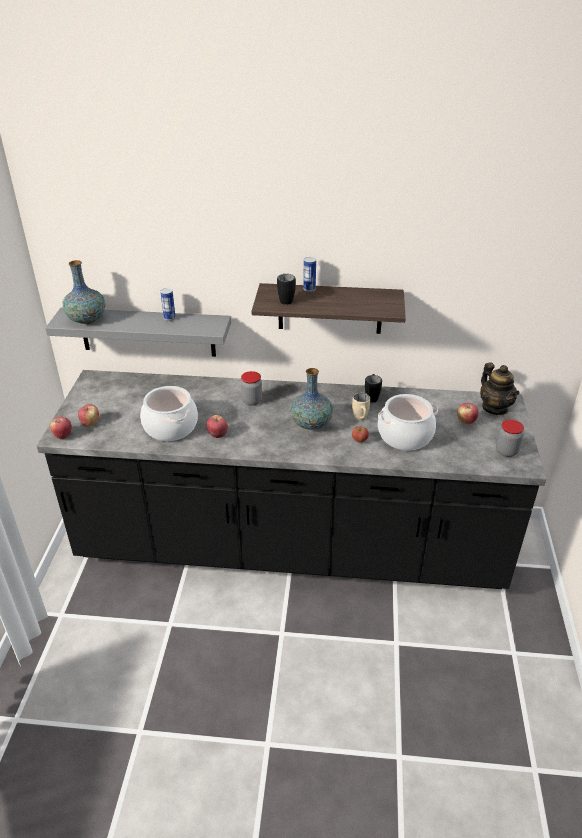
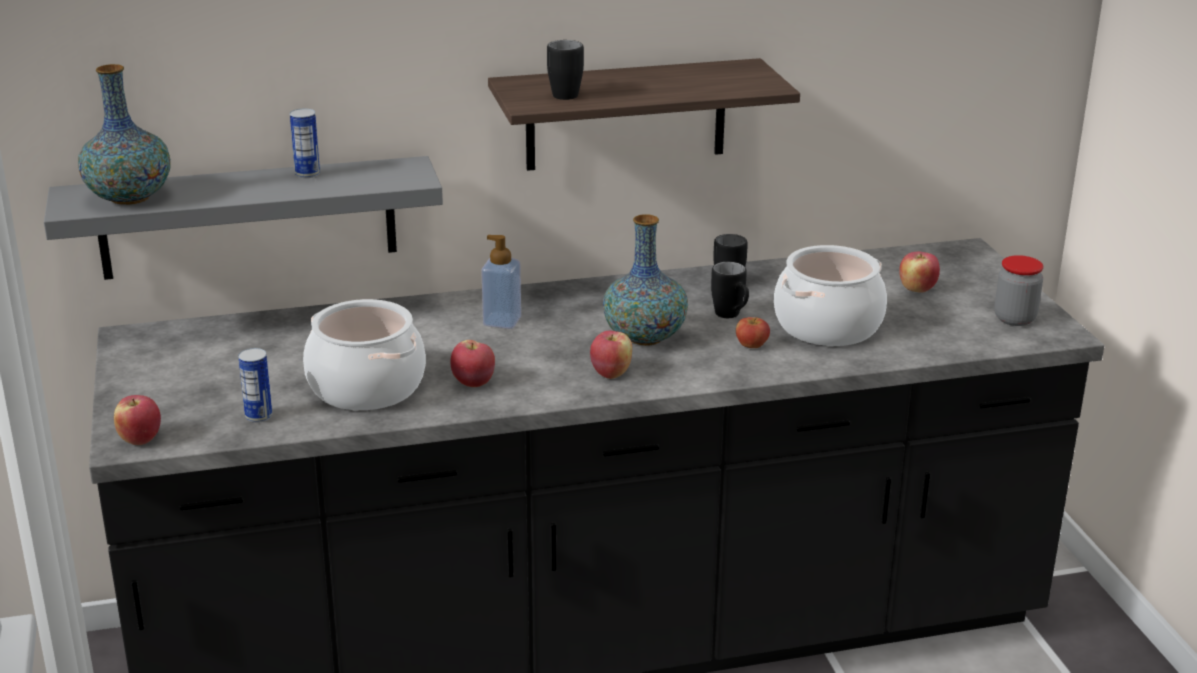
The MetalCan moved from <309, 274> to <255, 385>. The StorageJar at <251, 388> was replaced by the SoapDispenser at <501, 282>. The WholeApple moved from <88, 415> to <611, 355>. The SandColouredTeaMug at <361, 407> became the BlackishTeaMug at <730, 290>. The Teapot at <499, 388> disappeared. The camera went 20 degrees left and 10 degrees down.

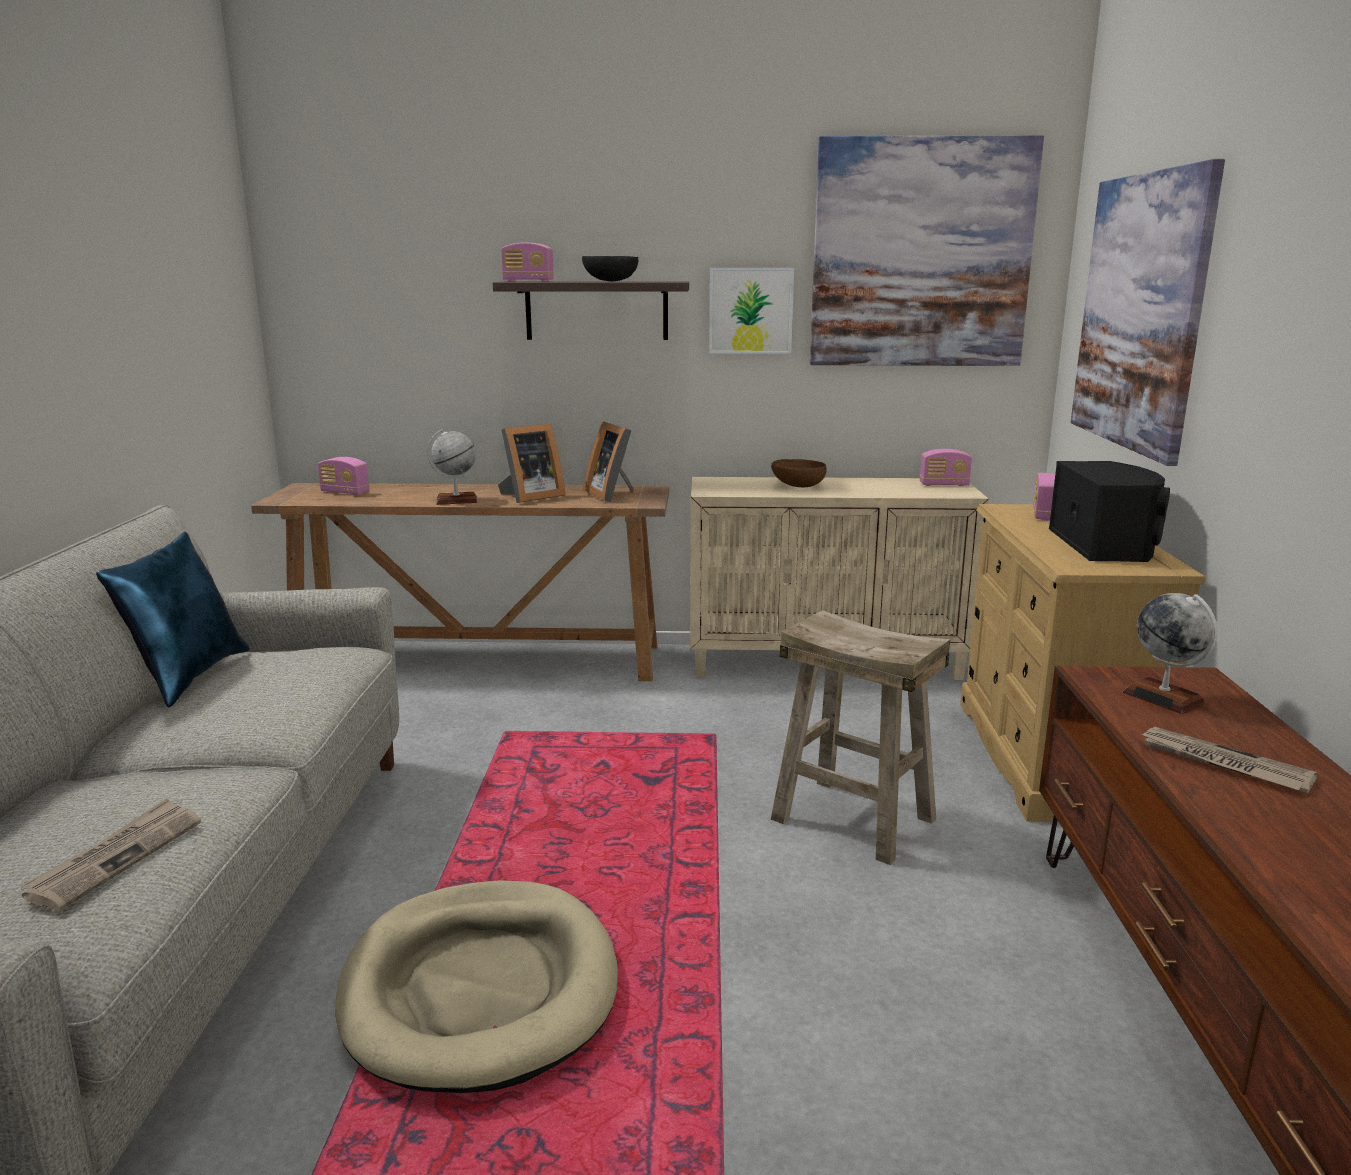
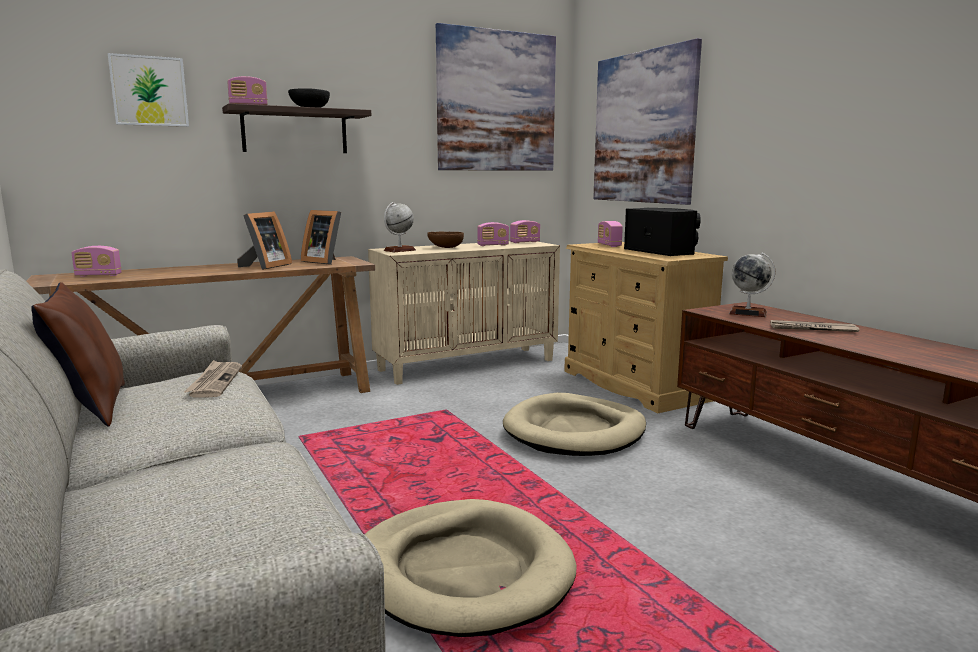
The BluePillow at <173, 619> became the BrownPillow at <78, 354>. The WallPicture moved from <751, 311> to <148, 90>. The DailyPaper moved from <111, 855> to <213, 378>. The DeskGlobe moved from <452, 467> to <400, 227>. The Radio at <493, 234> appeared. The SandColouredStoolSeat at <860, 737> was replaced by the SandColouredPetBed at <574, 424>. The camera went 30 degrees left and 5 degrees down.

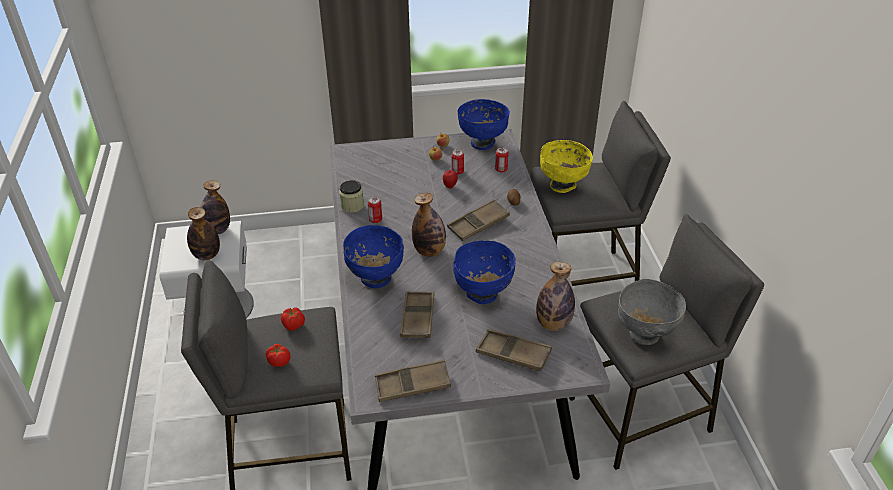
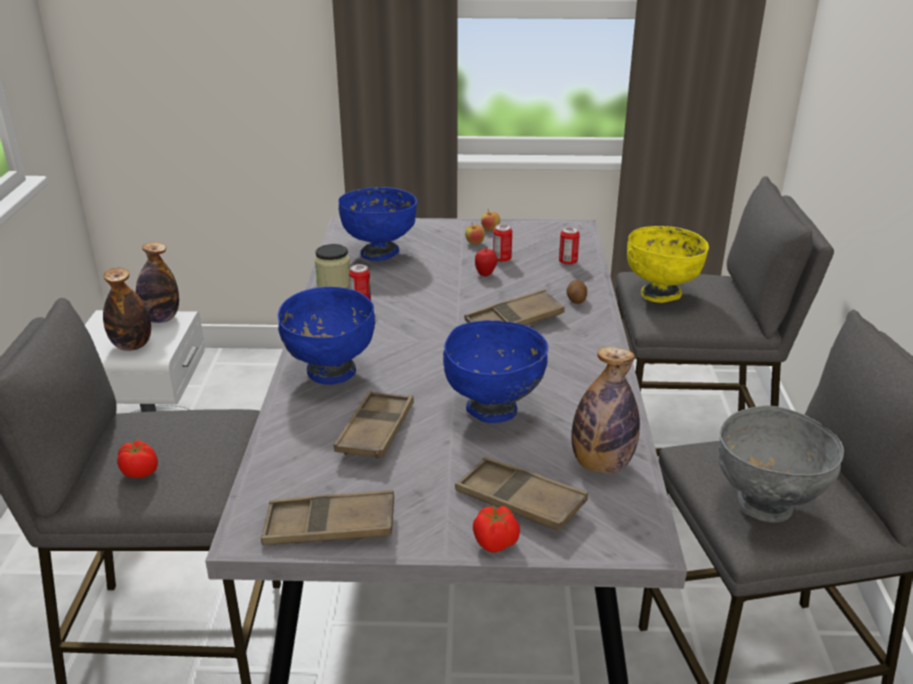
The BlueDeepDish moved from <483, 124> to <377, 224>. The WholeTomato moved from <293, 319> to <496, 528>. The DrinkBottle at <429, 225> disappeared. The camera went 10 degrees right and 10 degrees down.

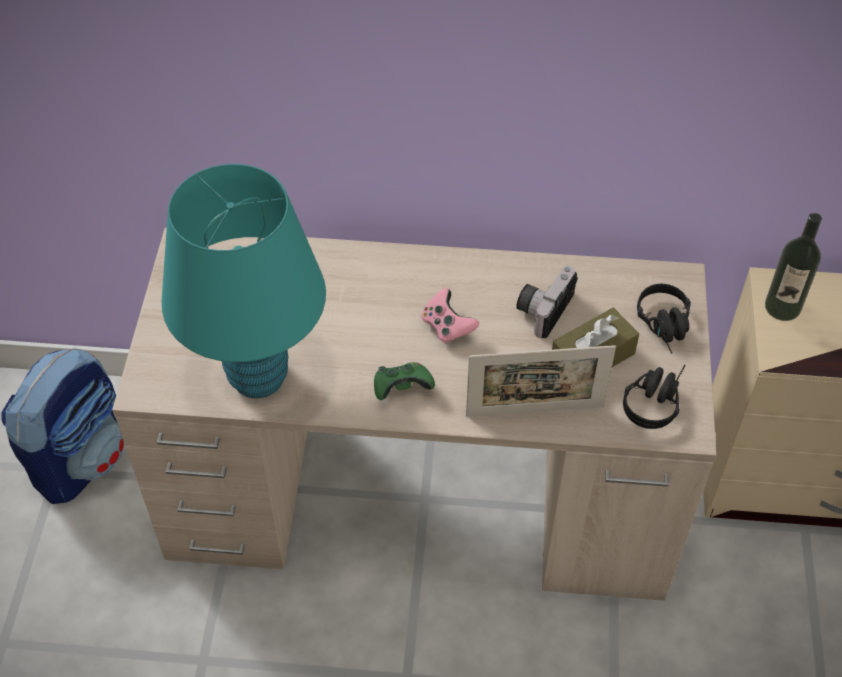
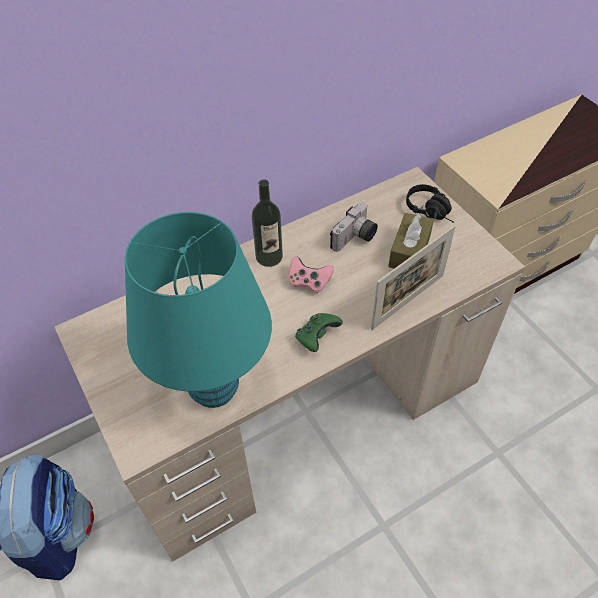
The DrinkBottle moved from <793, 267> to <267, 223>. The StillCamera at <547, 302> turned 135 degrees counterclockwise. The BlackishPairOfHeadphones at <654, 397> disappeared. The camera went 35 degrees left and 0 degrees up.

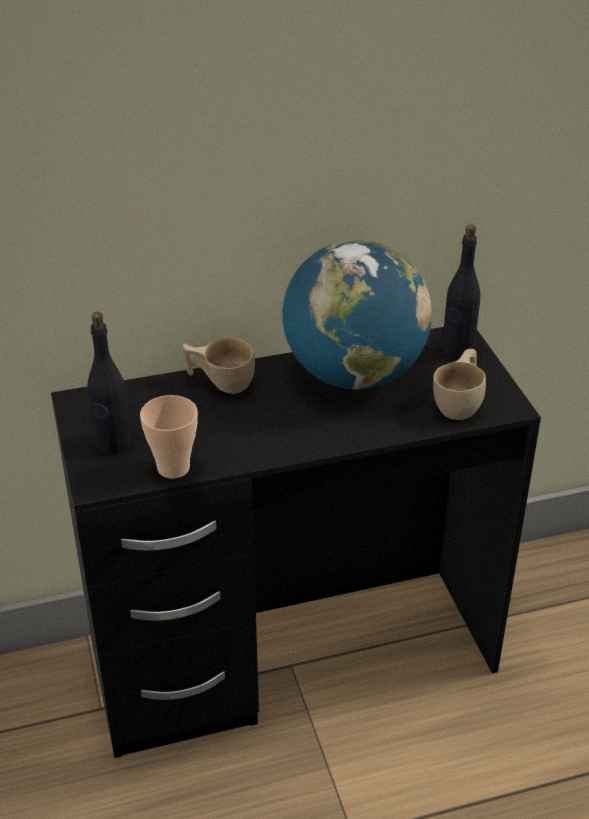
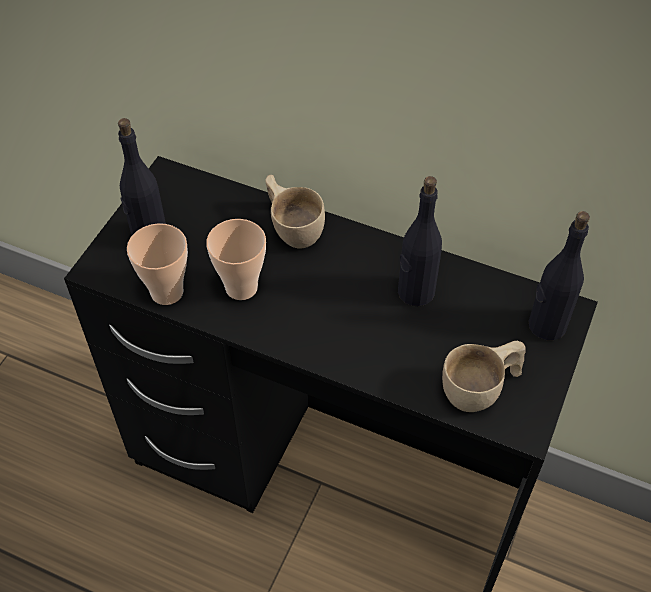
The DrinkingCup at <236, 259> appeared. The DeskGlobe at <357, 314> was replaced by the BlackishDrinkBottle at <420, 241>. The camera went 40 degrees right and 15 degrees up.

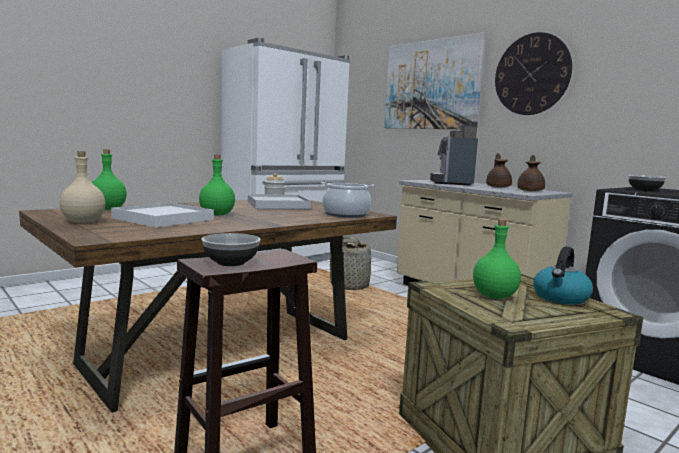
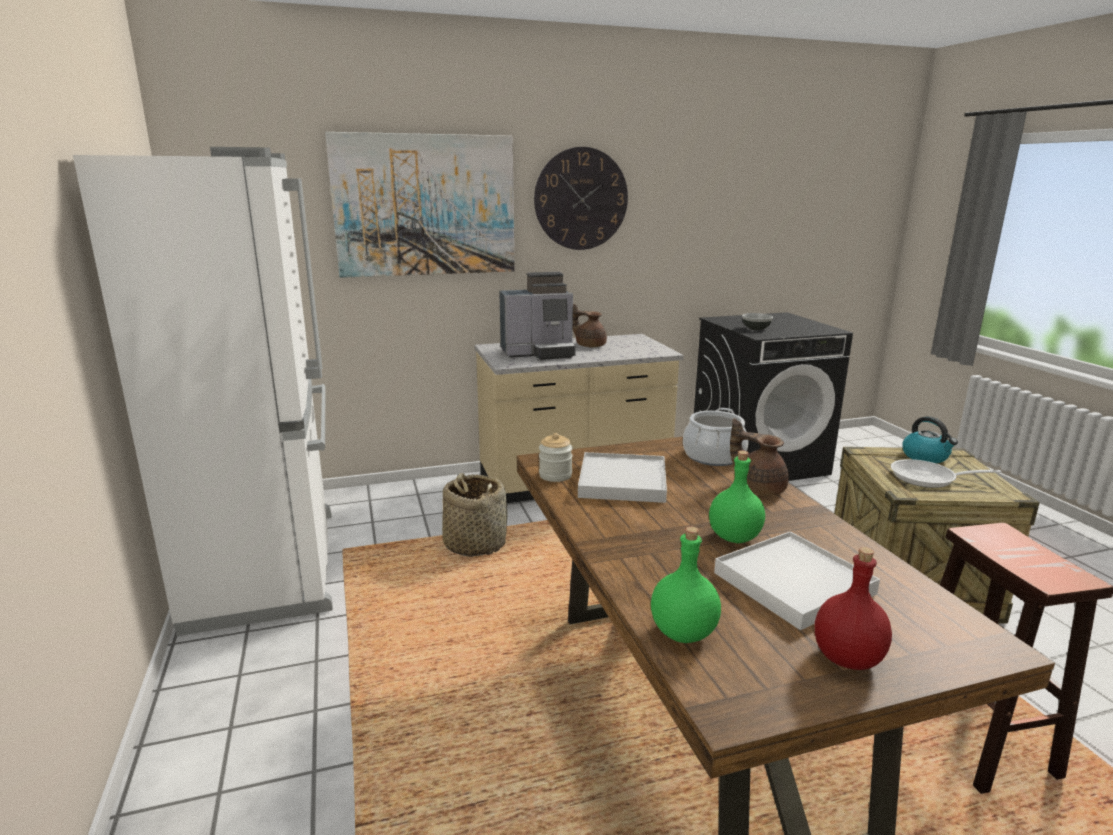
The CoffeeMachine at <454, 154> turned 45 degrees counterclockwise. The BrownTeapot moved from <531, 173> to <759, 457>. The SandColouredDrinkBottle at <82, 187> became the ReddishDrinkBottle at <853, 608>. The GreenColouredDrinkBottle at <497, 259> was replaced by the Pan at <946, 473>. The DeepDish at <230, 249> disappeared. The camera went 65 degrees left and 10 degrees up.

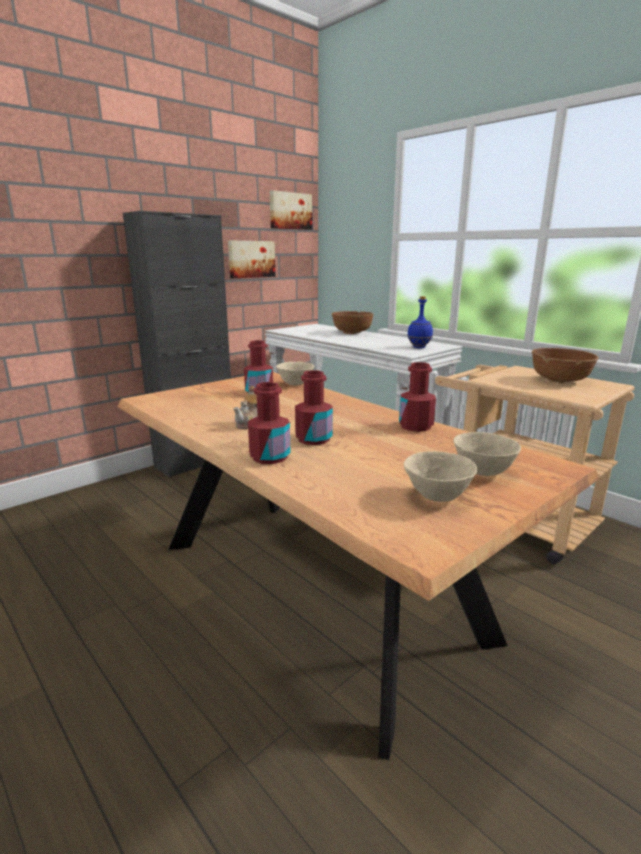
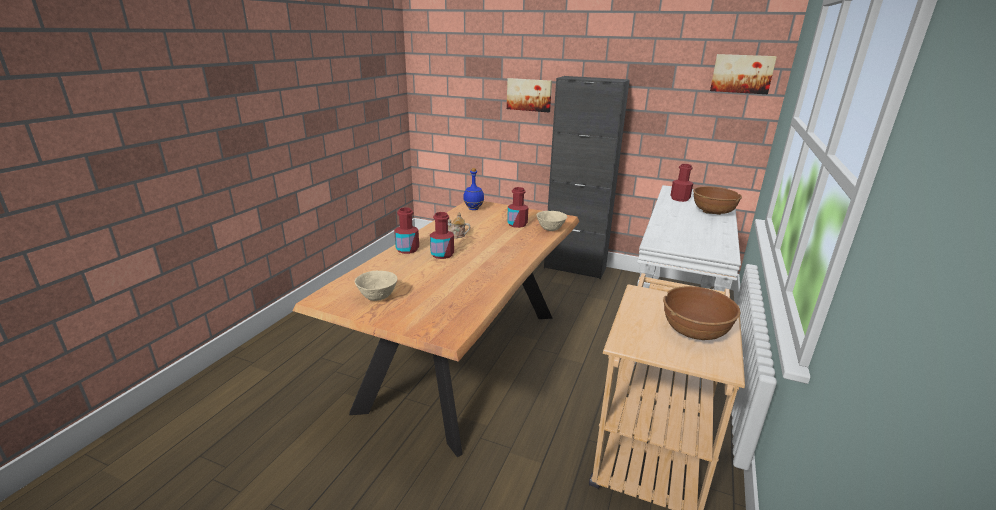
The BlueDrinkBottle moved from <420, 322> to <473, 189>. The WallPicture moved from <251, 259> to <529, 95>. The ReddishDrinkBottle moved from <417, 397> to <681, 183>. The SandColouredDeepDish at <487, 454> disappeared. The camera went 65 degrees right and 5 degrees up.

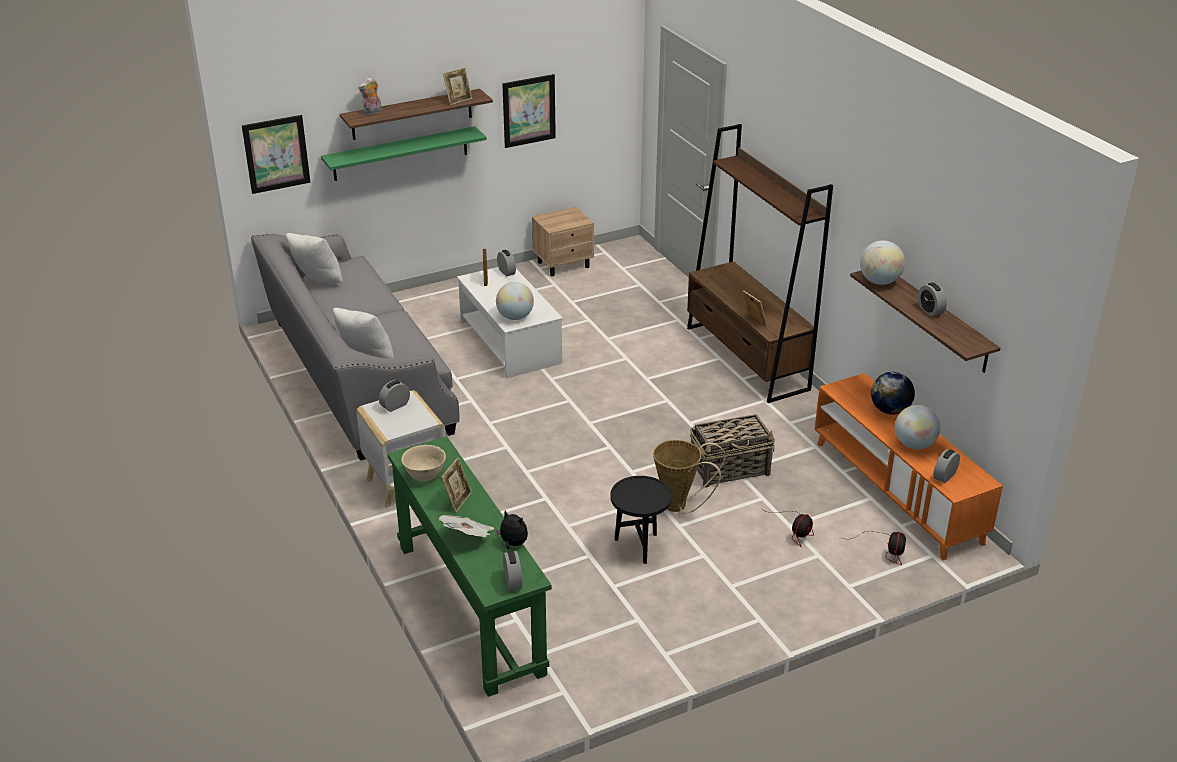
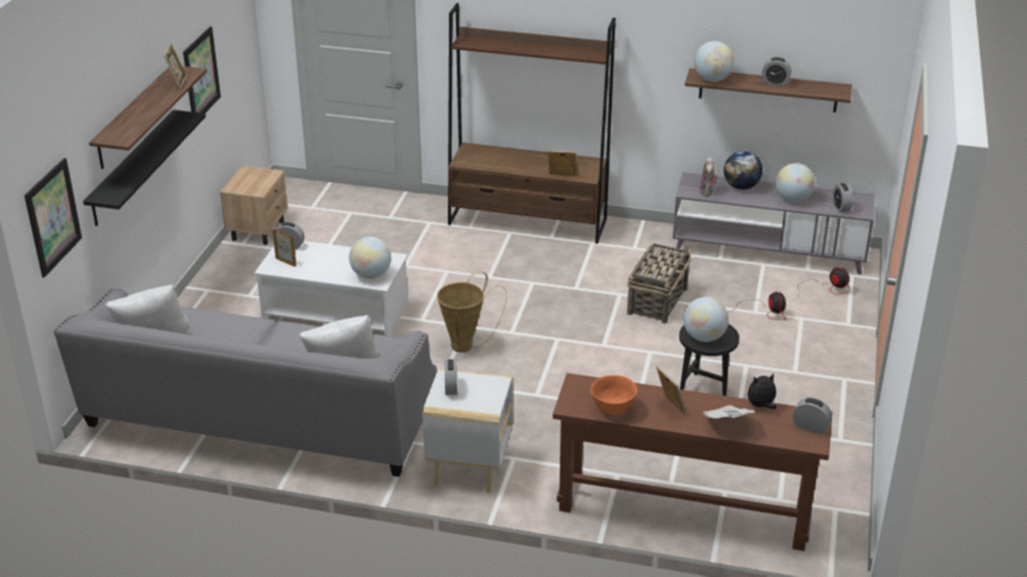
The GreenColouredWallShelf at <404, 153> became the BlackishWallShelf at <144, 168>. The HouseholdBasket moved from <689, 477> to <472, 312>. The GreenColouredConsoleTable at <469, 567> became the BrownConsoleTable at <693, 462>. The SandColouredDeepDish at <423, 463> became the OrangeDeepDish at <614, 395>. The OrangeTvStand at <909, 466> became the GreyTvStand at <774, 224>. The DeskGlobe at <706, 319> appeared. The PlushToy moved from <370, 95> to <708, 177>. The camera went 50 degrees left and 0 degrees up.

